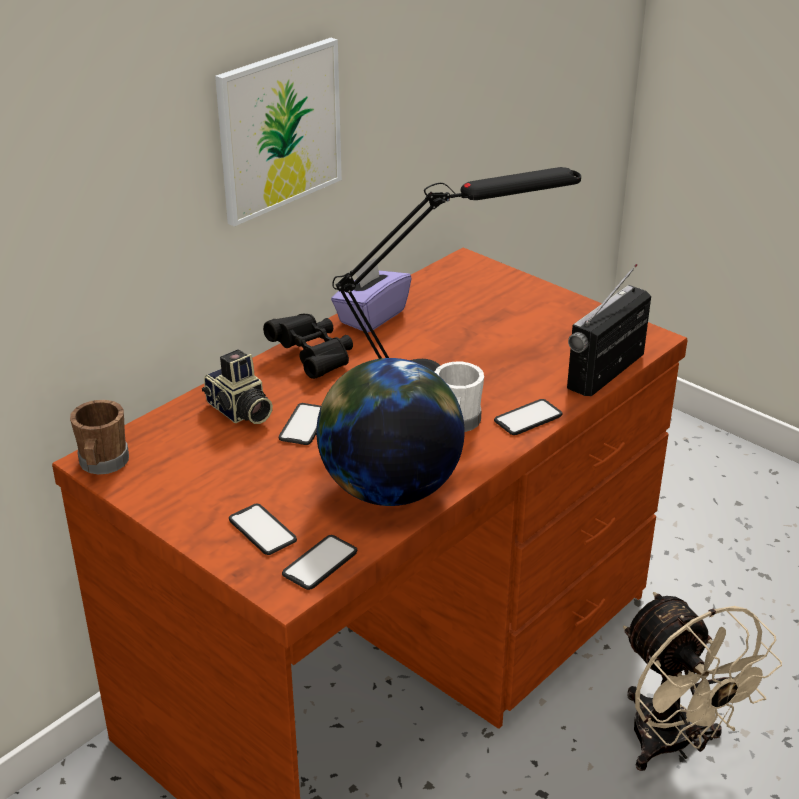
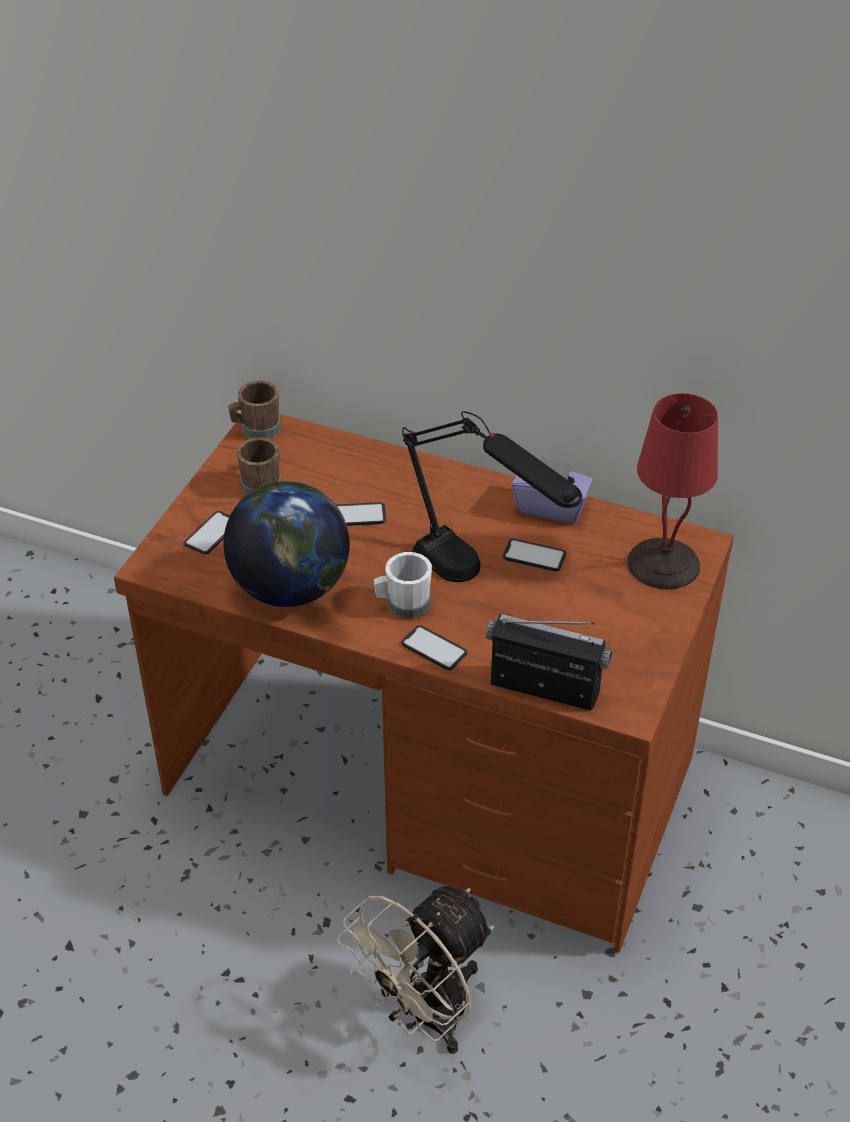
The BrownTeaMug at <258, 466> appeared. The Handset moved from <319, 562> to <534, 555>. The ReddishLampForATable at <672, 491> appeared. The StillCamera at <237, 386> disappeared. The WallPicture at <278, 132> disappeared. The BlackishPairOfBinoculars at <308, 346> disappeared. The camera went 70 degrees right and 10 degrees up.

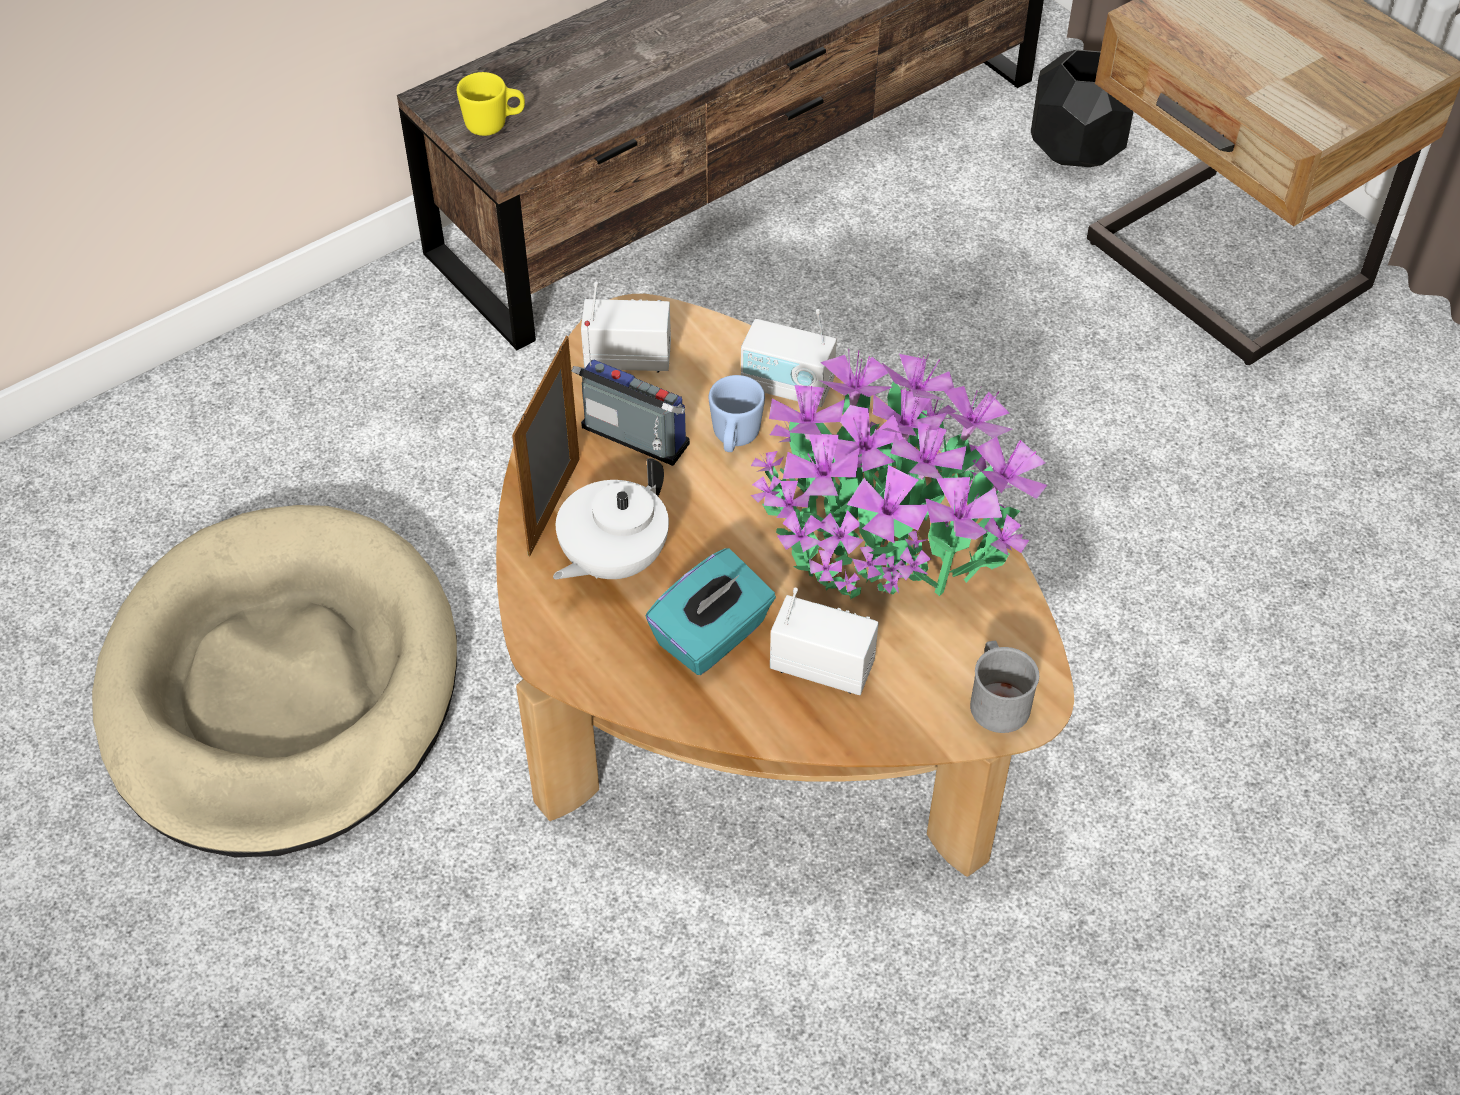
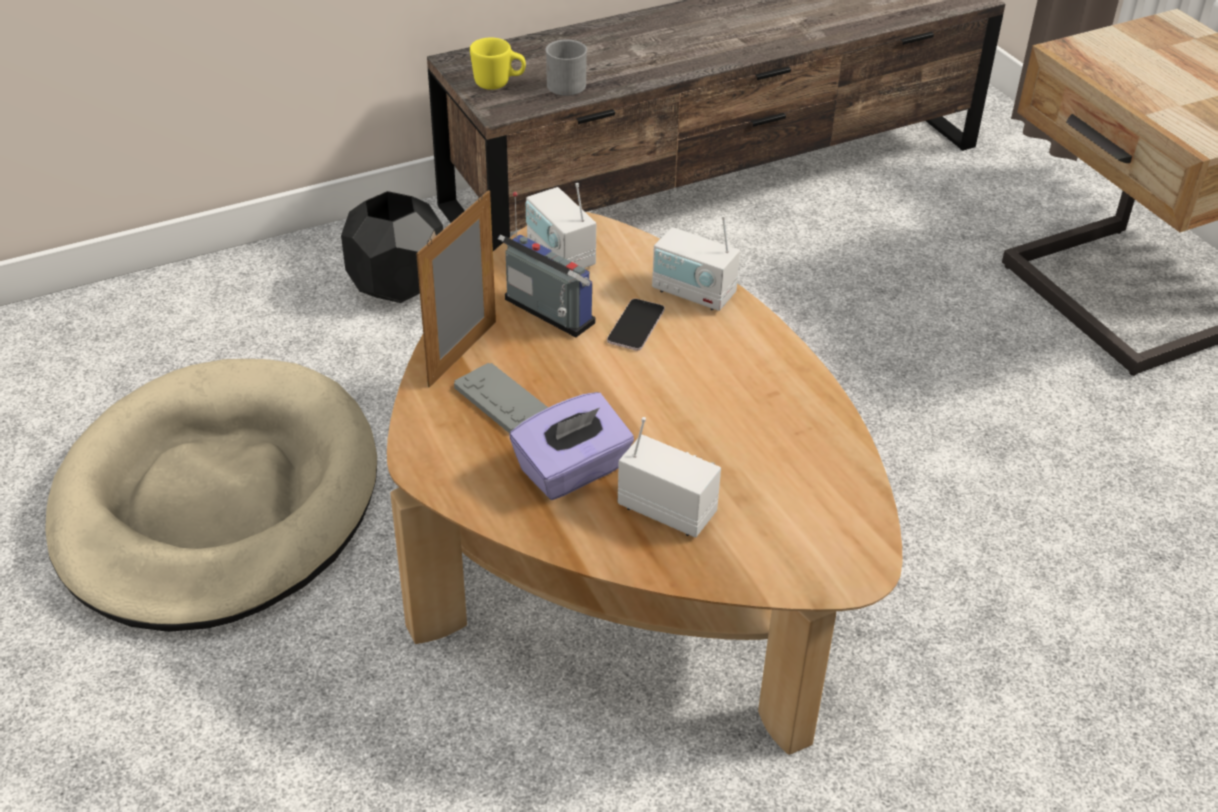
The BlackishPlanter moved from <1082, 108> to <392, 247>. The WhiteTeapot at <611, 518> was replaced by the GreyGameController at <501, 398>. The TurquoiseBoxOfTissues at <711, 611> became the PurpleColouredBoxOfTissues at <572, 446>. The Radio at <626, 327> turned 135 degrees counterclockwise. The GreyTeaMug moved from <1004, 687> to <566, 67>. The BlueTeaMug at <737, 413> was replaced by the Handset at <636, 325>. The Houseplant at <899, 474> disappeared. The camera went 10 degrees right and 10 degrees down.

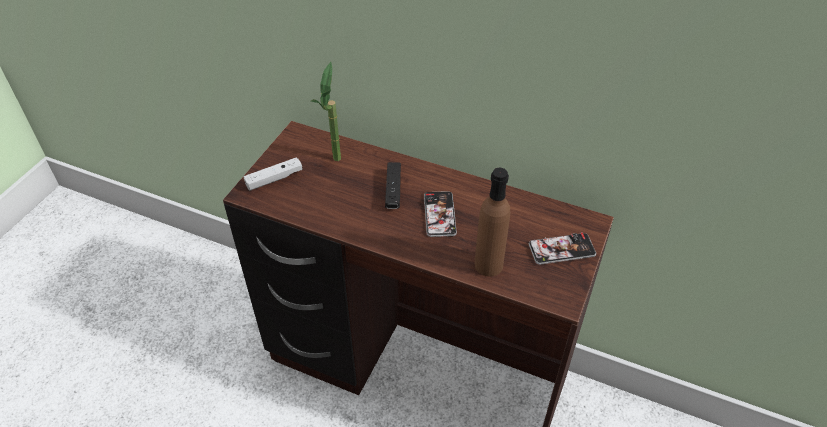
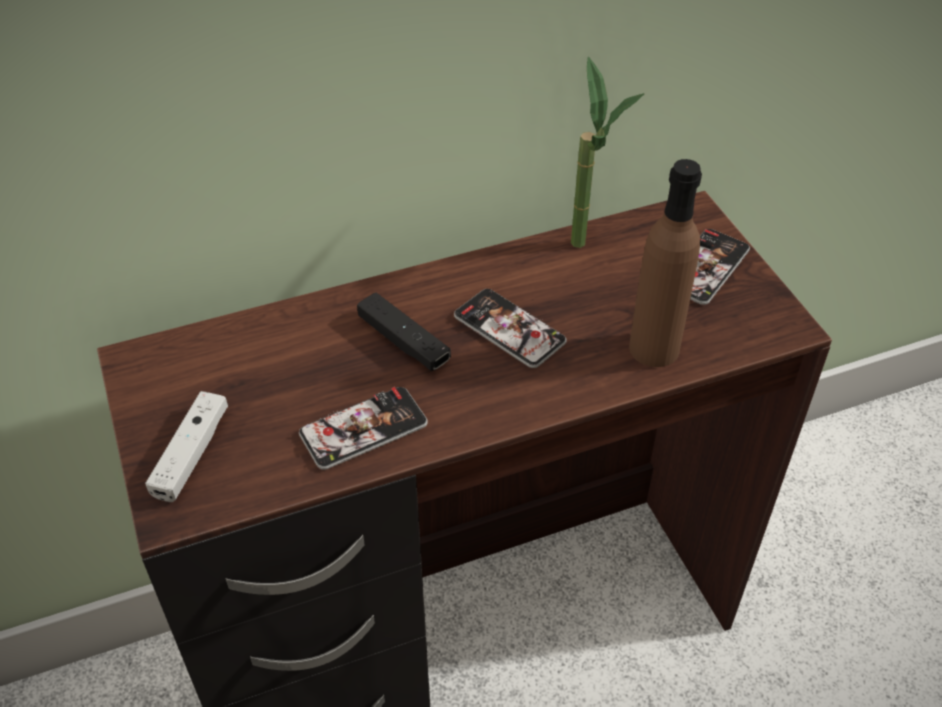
The Handset at <363, 428> appeared. The Houseplant moved from <326, 111> to <608, 152>. The camera went 45 degrees left and 0 degrees up.

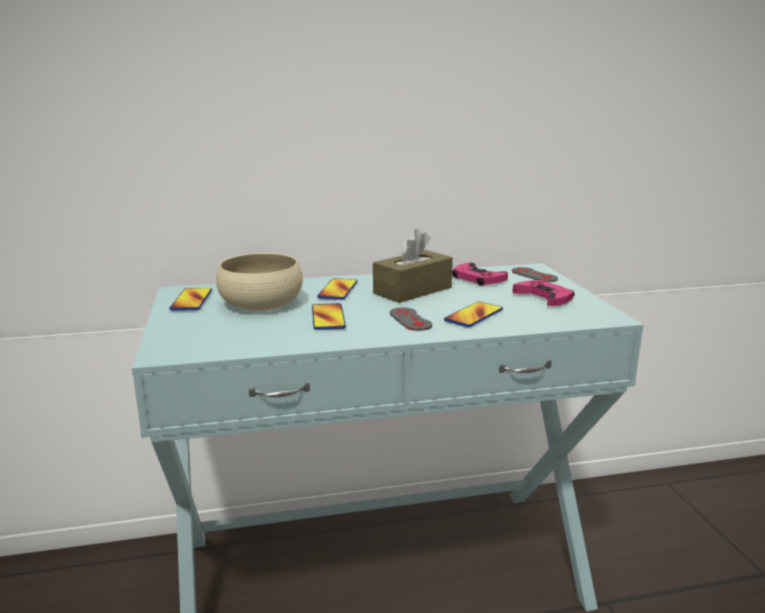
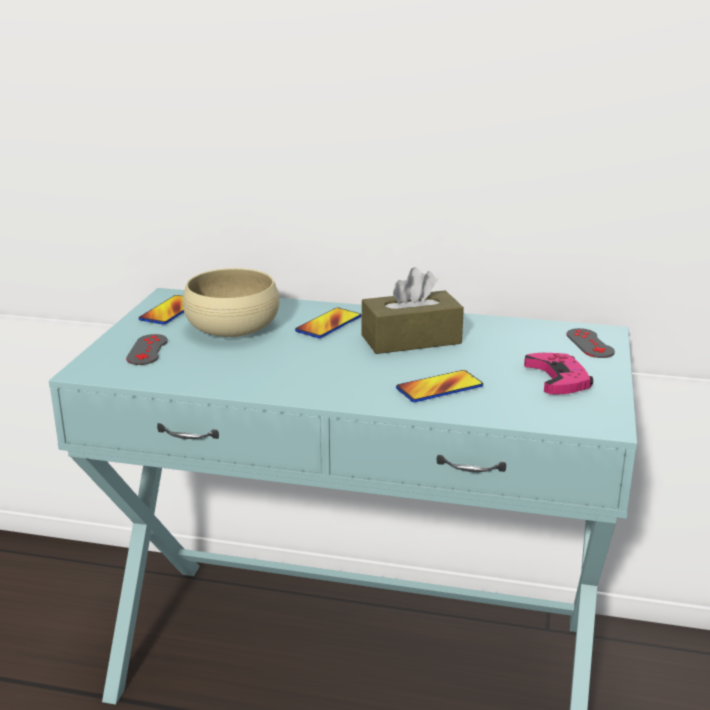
The GreyGameController moved from <411, 319> to <147, 349>. The Handset at <329, 316> disappeared. The PinkColouredGameController at <480, 274> disappeared. The camera went 25 degrees right and 5 degrees up.

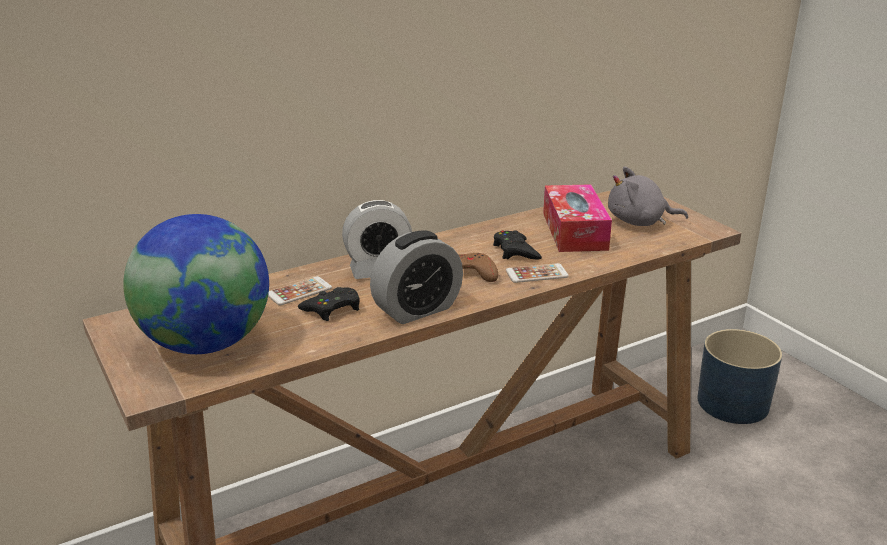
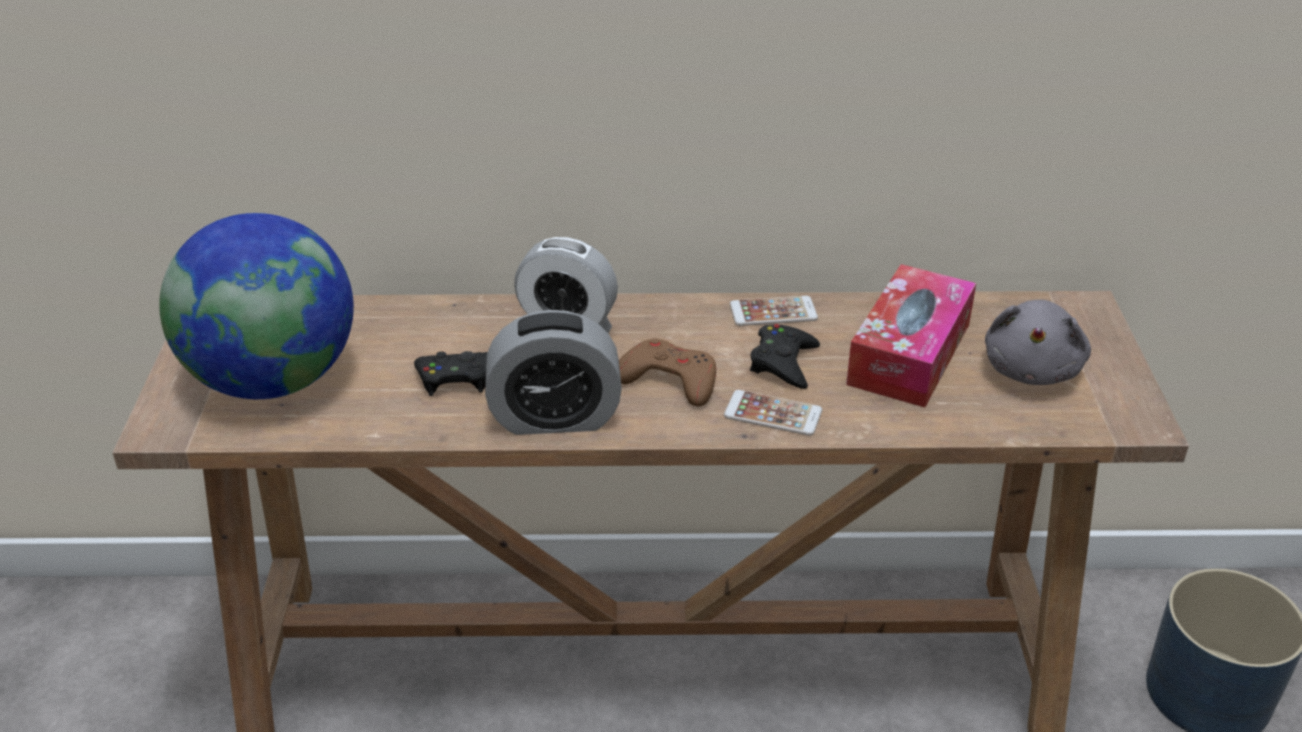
The Handset moved from <300, 290> to <774, 311>. The GreyPlushToy at <648, 196> turned 105 degrees counterclockwise. The camera went 30 degrees right and 10 degrees up.

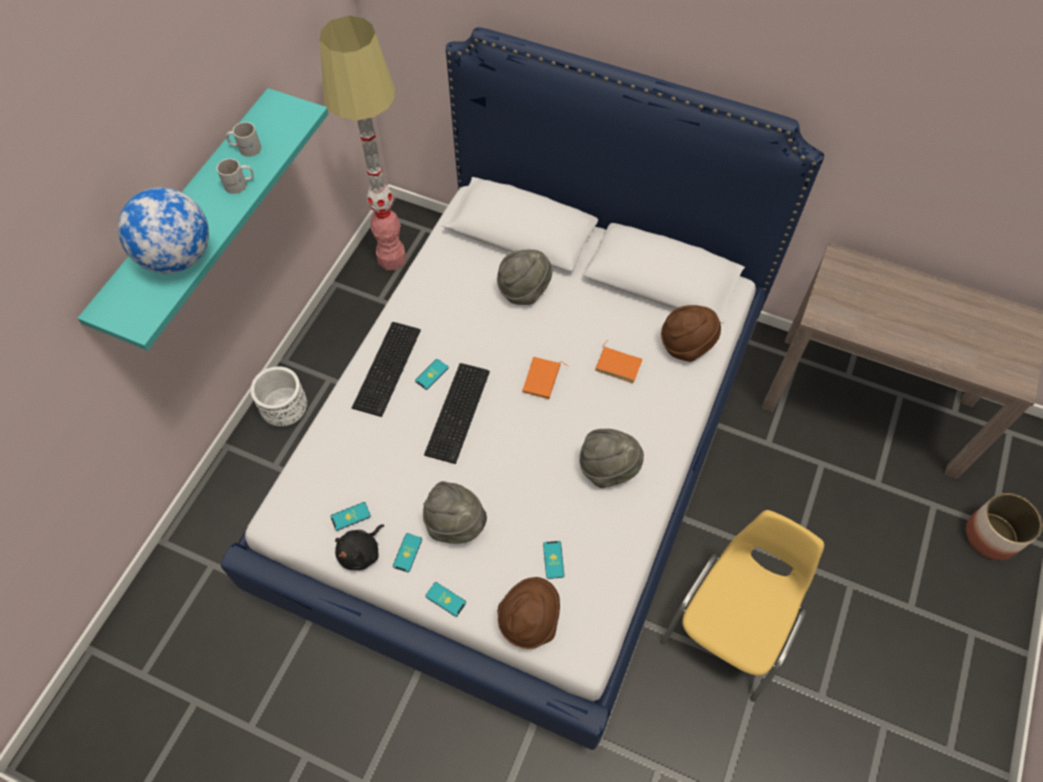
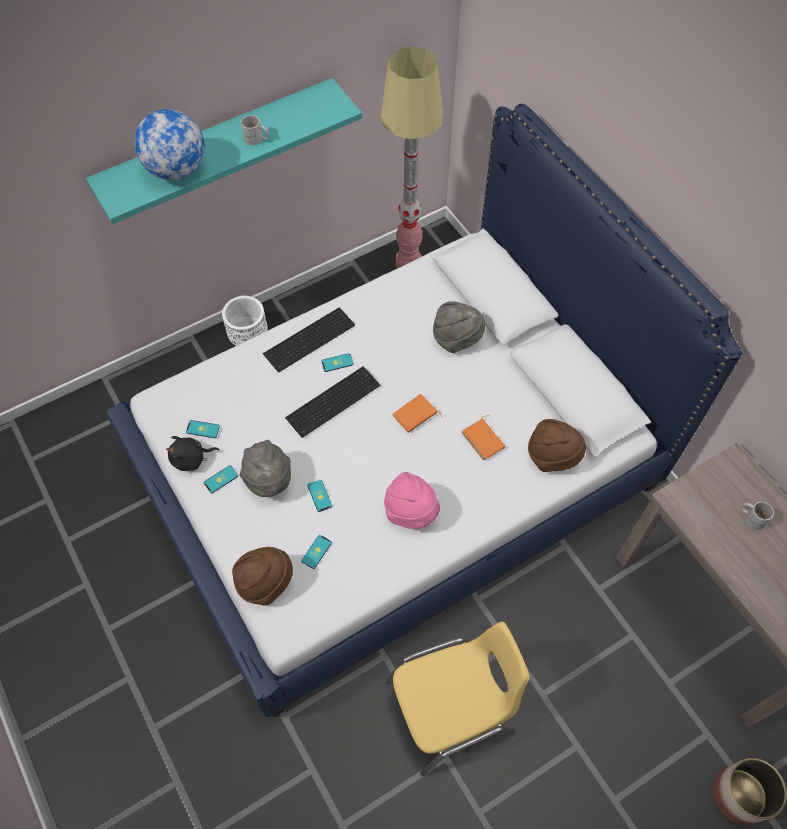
The Handset moved from <445, 599> to <319, 496>. The GreyHat at <611, 458> became the PinkColouredHat at <412, 500>. The WhiteTeaMug moved from <243, 139> to <757, 516>. The camera went 35 degrees right and 0 degrees up.

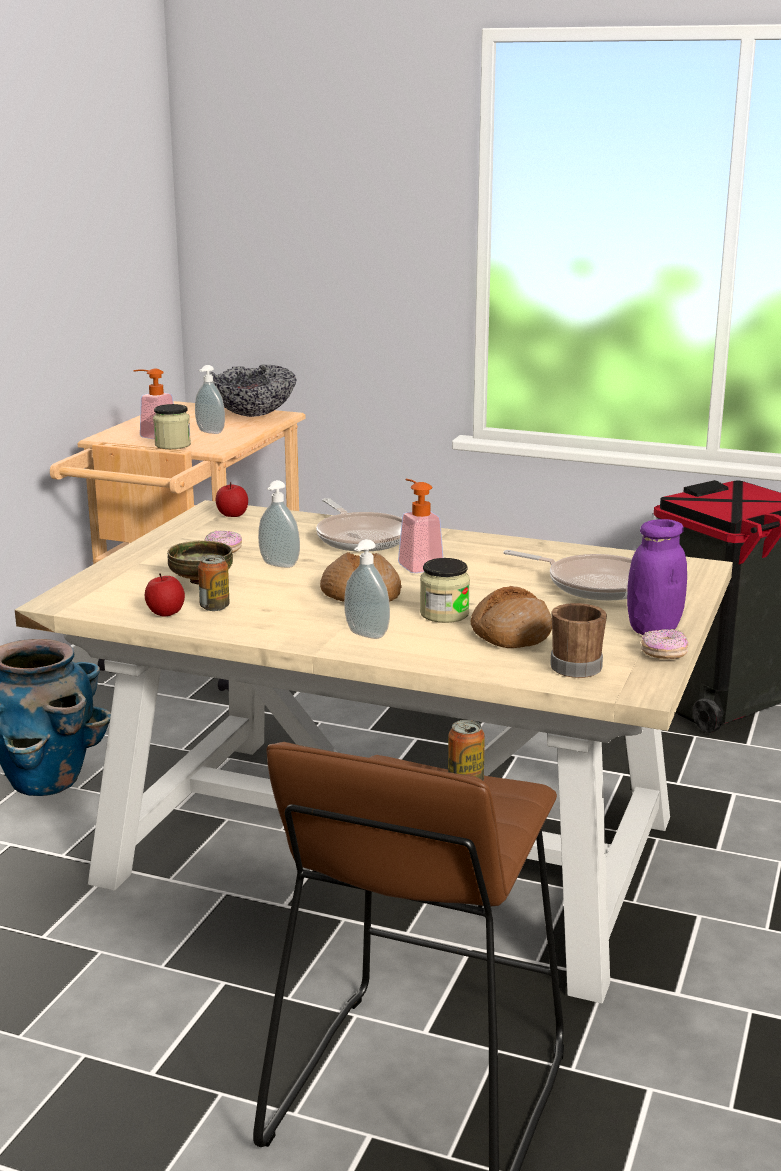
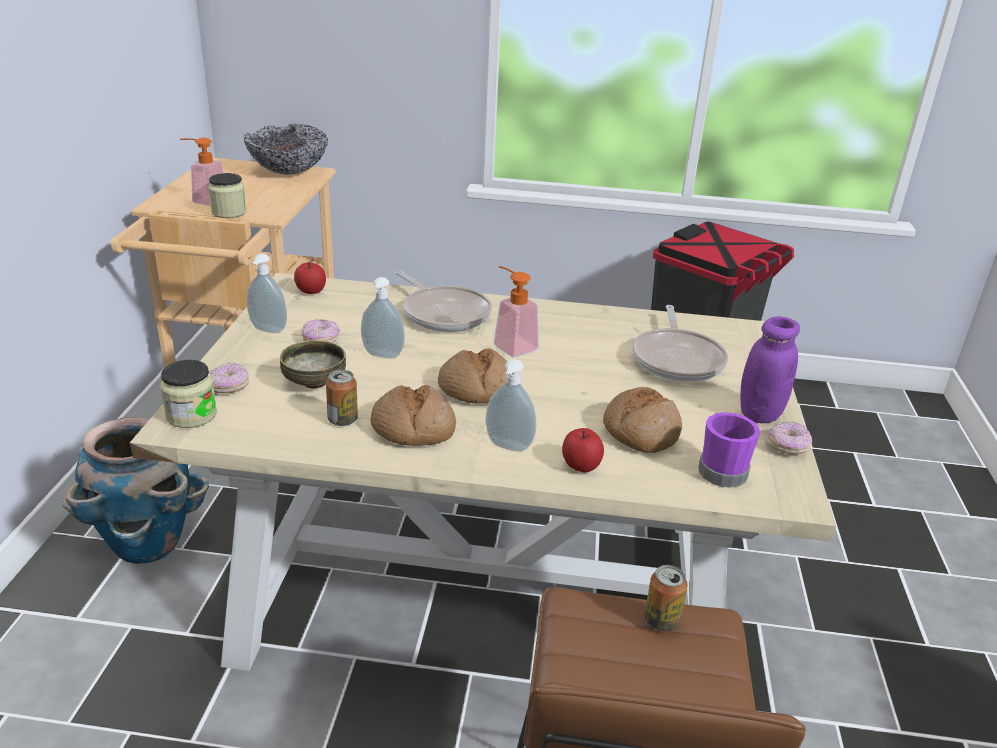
The StorageJar moved from <445, 590> to <188, 394>. The Donut at <229, 377> appeared. The SoapDispenser moved from <210, 399> to <267, 293>. The Bread at <413, 415> appeared. The WholeApple moved from <165, 595> to <583, 450>. The Pan at <567, 575> turned 75 degrees clockwise. The BrownTeaMug at <578, 640> became the PurpleColouredTeaMug at <729, 450>. The camera went 15 degrees left and 10 degrees up.

